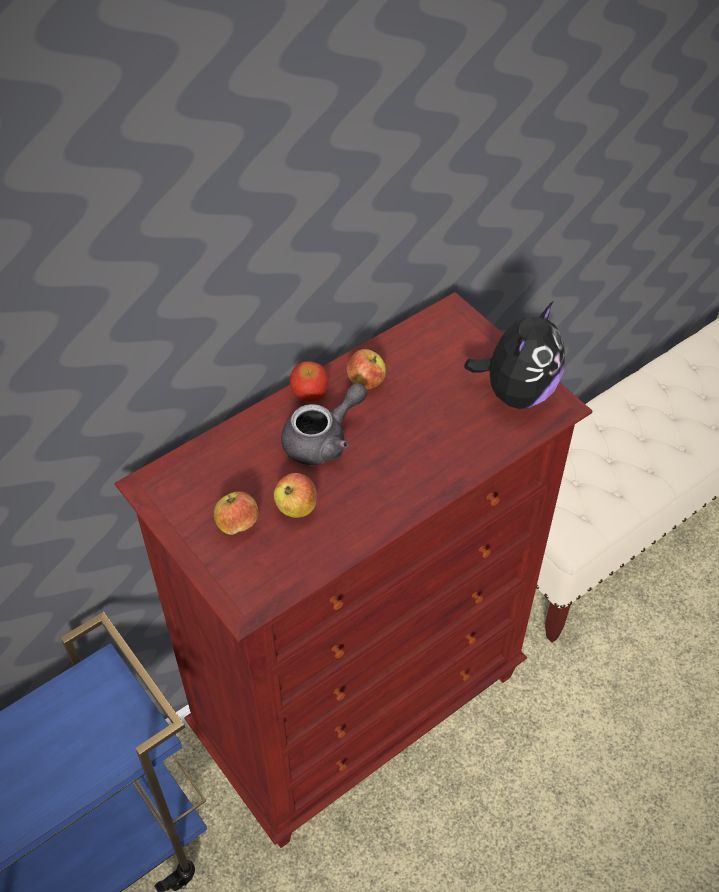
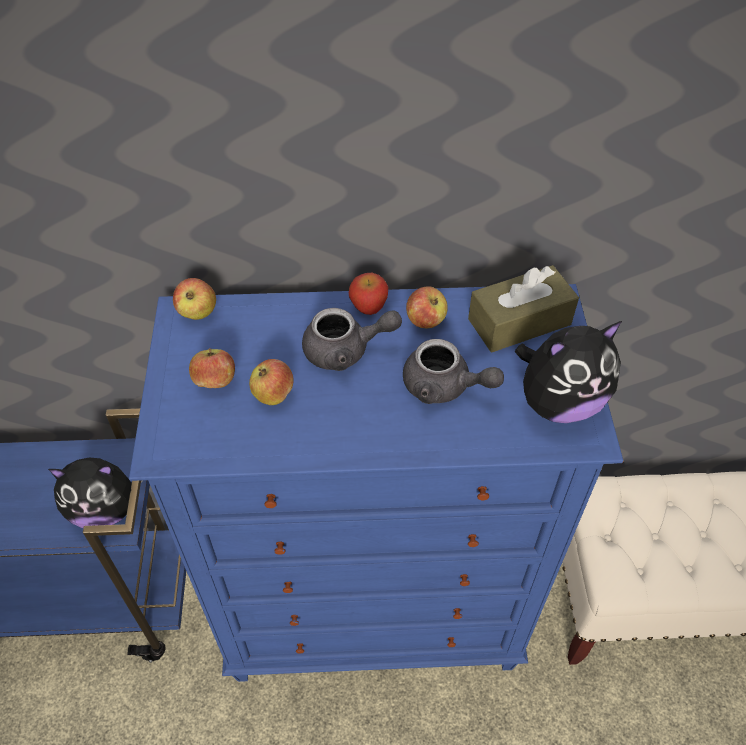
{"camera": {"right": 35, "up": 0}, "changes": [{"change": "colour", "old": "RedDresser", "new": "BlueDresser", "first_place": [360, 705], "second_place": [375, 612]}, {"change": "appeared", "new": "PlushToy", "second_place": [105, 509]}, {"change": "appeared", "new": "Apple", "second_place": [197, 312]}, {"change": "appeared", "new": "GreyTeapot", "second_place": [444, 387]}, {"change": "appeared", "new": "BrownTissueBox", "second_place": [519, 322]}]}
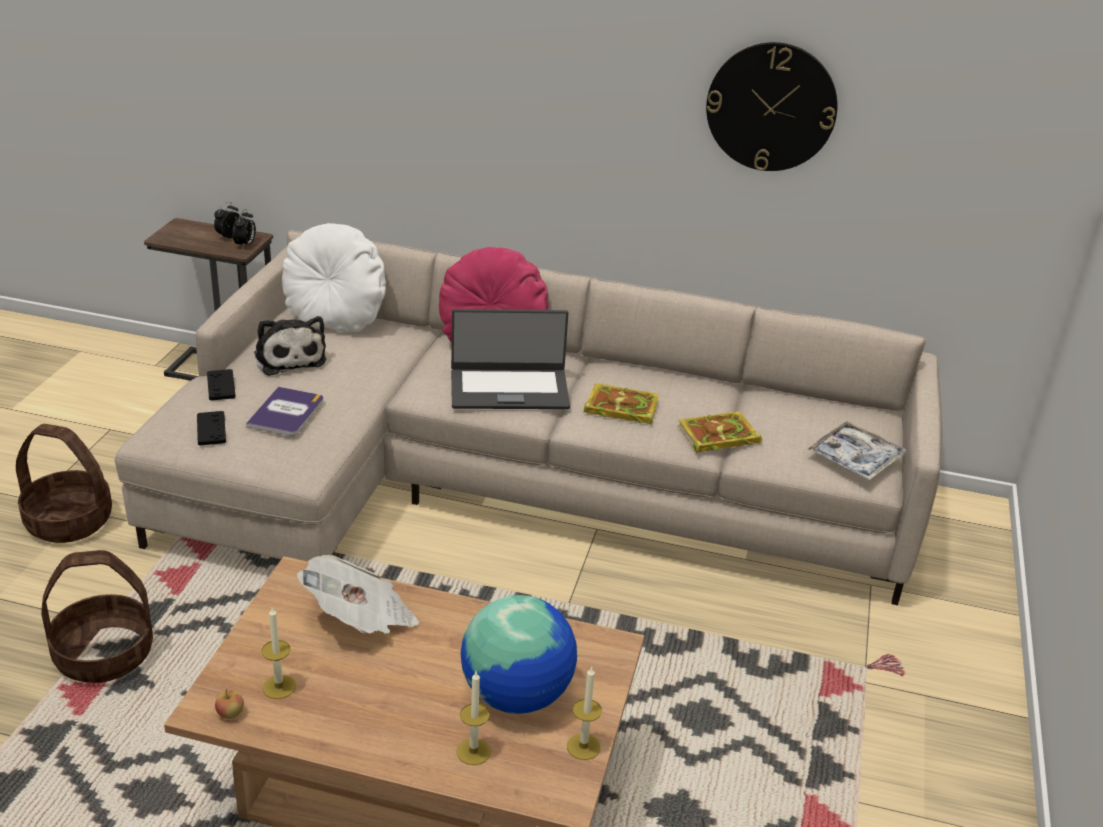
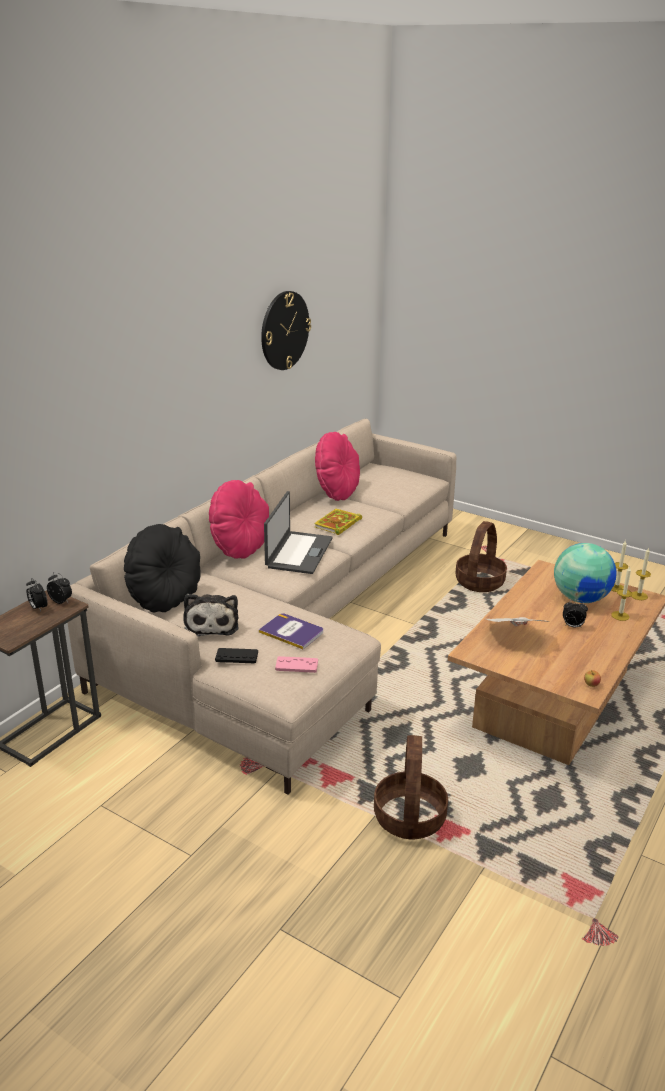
{"camera": {"right": -70, "up": -5}, "changes": [{"change": "relocated", "old": "Basket", "first_place": [68, 521], "second_place": [480, 582]}, {"change": "colour", "old": "BlackGameController", "new": "PinkGameController", "first_place": [211, 429], "second_place": [296, 665]}, {"change": "spun", "old": "PlushToy", "first_place": [289, 358], "second_place": [211, 624], "degrees": 90}, {"change": "relocated", "old": "Candle", "first_place": [279, 687], "second_place": [639, 596]}, {"change": "colour", "old": "WhitePillow", "new": "BlackPillow", "first_place": [336, 322], "second_place": [165, 601]}, {"change": "missing", "old": "Book", "first_place": [716, 436]}, {"change": "missing", "old": "Tray", "first_place": [855, 458]}, {"change": "appeared", "new": "PinkPillow", "second_place": [337, 494]}, {"change": "appeared", "new": "AlarmClock", "second_place": [572, 626]}]}
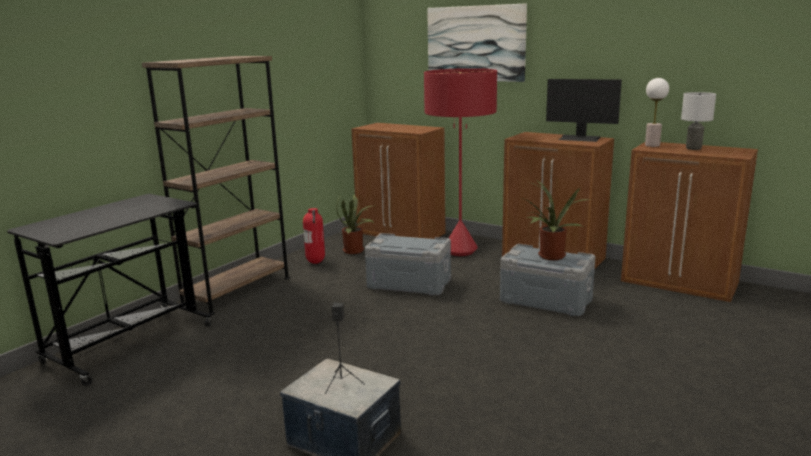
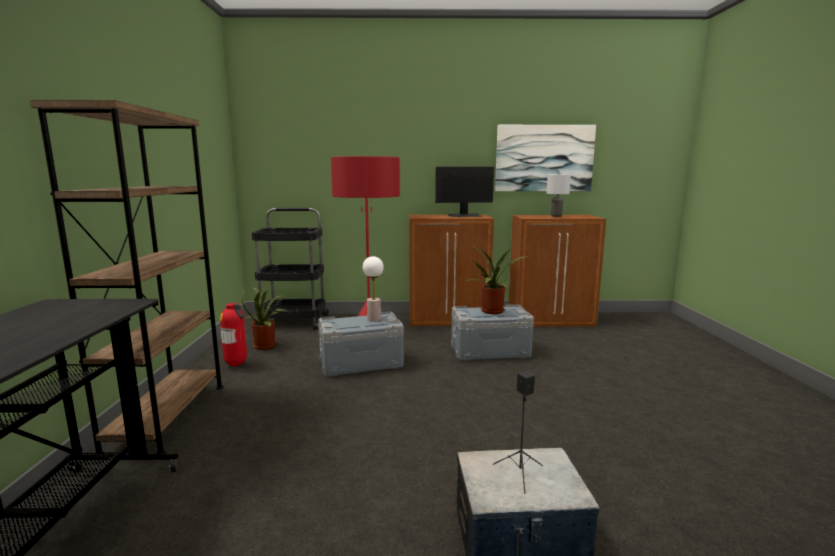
{"camera": {"right": -35, "up": -5}, "changes": [{"change": "exchanged", "old": "BrownCabinet", "new": "BlackCart", "first_place": [401, 233], "second_place": [293, 322]}, {"change": "relocated", "old": "Picture", "first_place": [475, 43], "second_place": [544, 158]}, {"change": "relocated", "old": "TableLamp", "first_place": [652, 145], "second_place": [374, 319]}]}
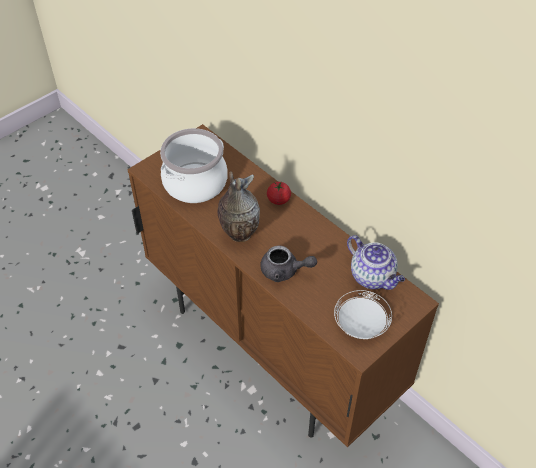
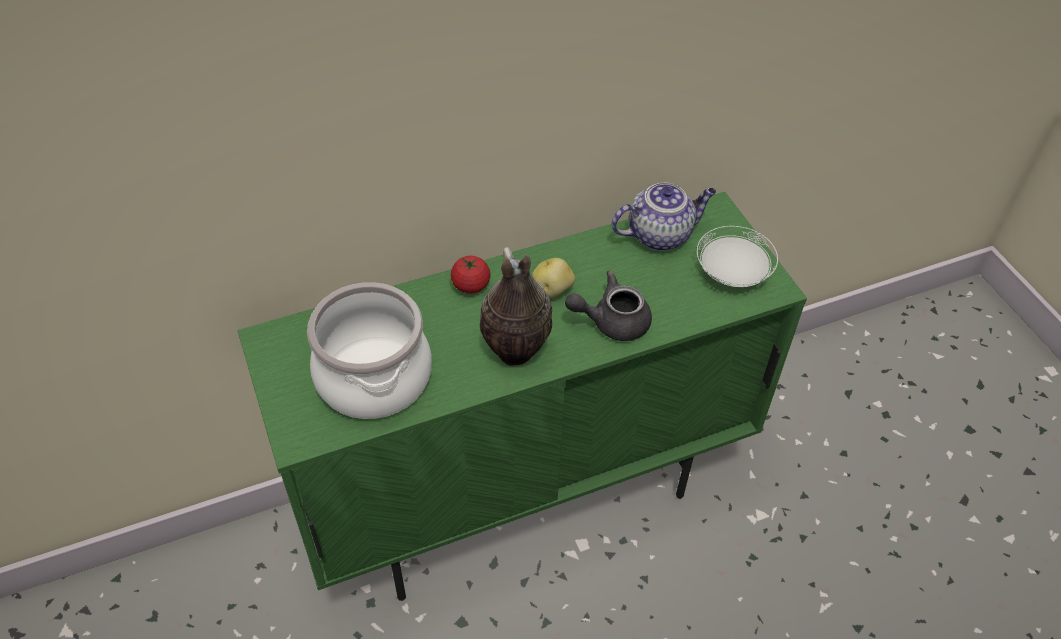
{"camera": {"right": -70, "up": 0}, "changes": [{"change": "colour", "old": "BrownCabinet", "new": "GreenCabinet", "first_place": [271, 348], "second_place": [524, 495]}, {"change": "spun", "old": "GreyTeapot", "first_place": [284, 271], "second_place": [611, 321], "degrees": -135}, {"change": "appeared", "new": "Potato", "second_place": [553, 289]}]}
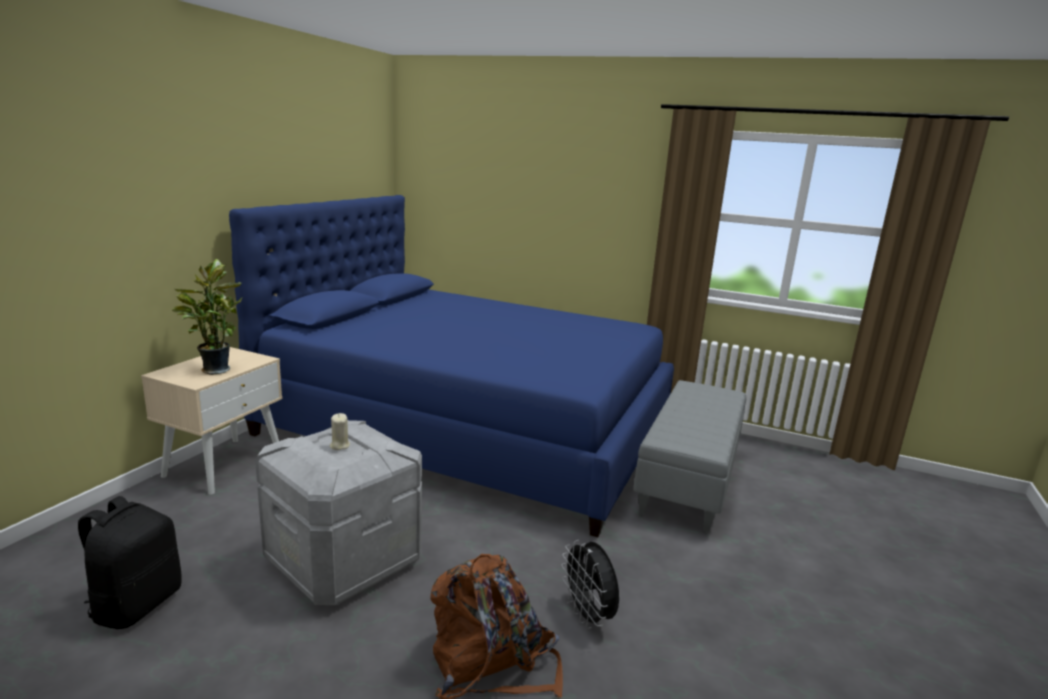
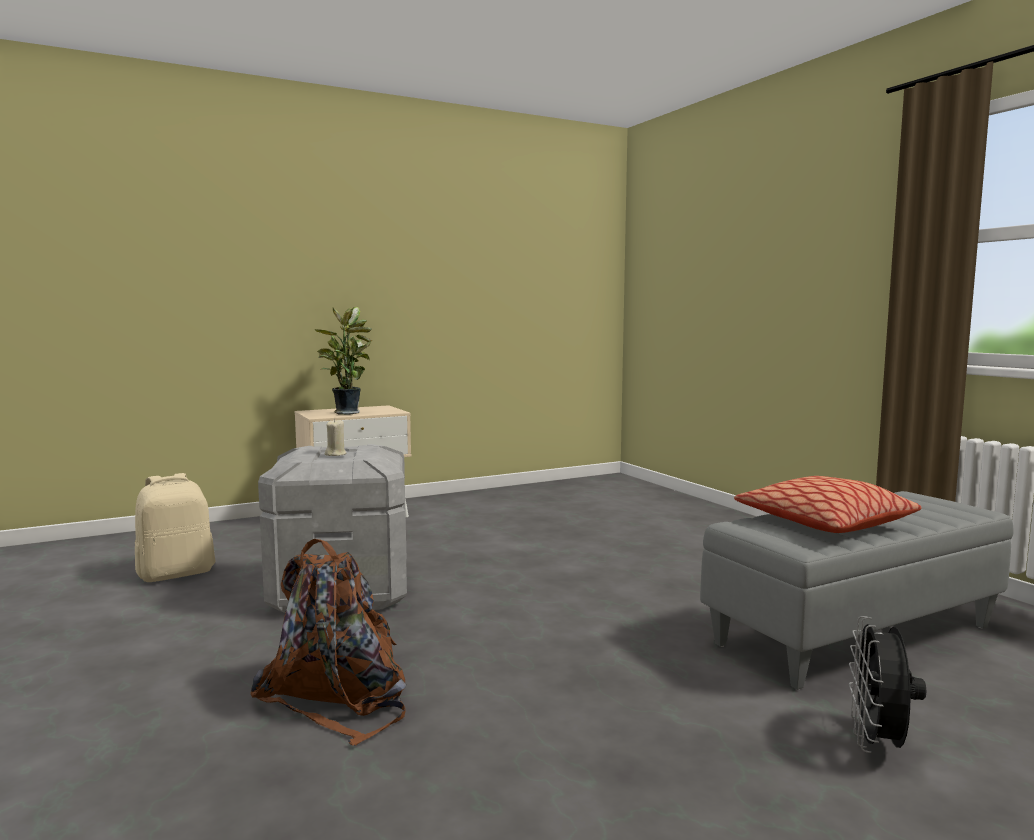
{"camera": {"right": 40, "up": -10}, "changes": [{"change": "colour", "old": "BlackBackpack", "new": "BeigeBackpack", "first_place": [137, 604], "second_place": [177, 573]}, {"change": "missing", "old": "BlueBed", "first_place": [469, 427]}, {"change": "relocated", "old": "BlackFan", "first_place": [588, 616], "second_place": [878, 744]}, {"change": "appeared", "new": "Pillow", "second_place": [823, 523]}]}
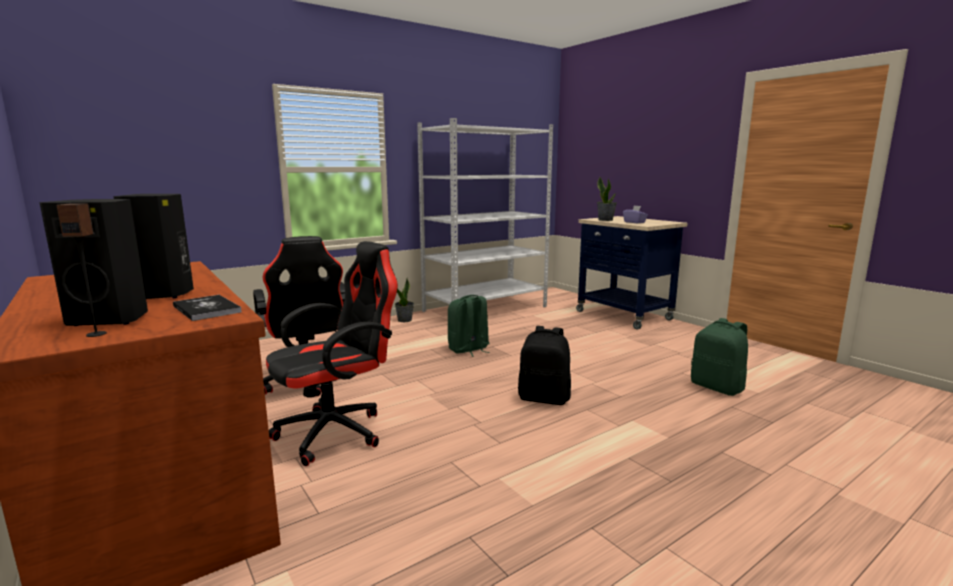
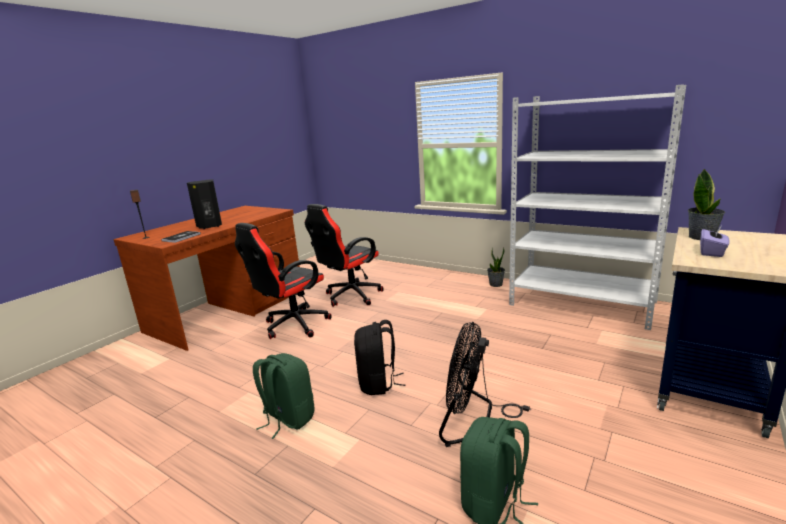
{"camera": {"right": 70, "up": 5}, "changes": [{"change": "missing", "old": "BlackSpeaker", "first_place": [111, 319]}, {"change": "spun", "old": "BlackOfficeChair", "first_place": [339, 431], "second_place": [291, 327], "degrees": 105}, {"change": "relocated", "old": "GreenBackpack", "first_place": [468, 349], "second_place": [288, 419]}, {"change": "appeared", "new": "BlackFan", "second_place": [475, 415]}]}
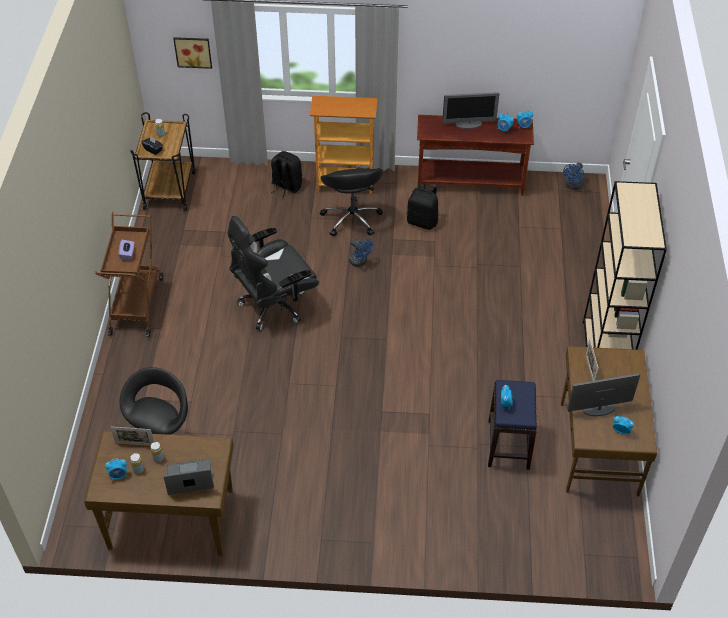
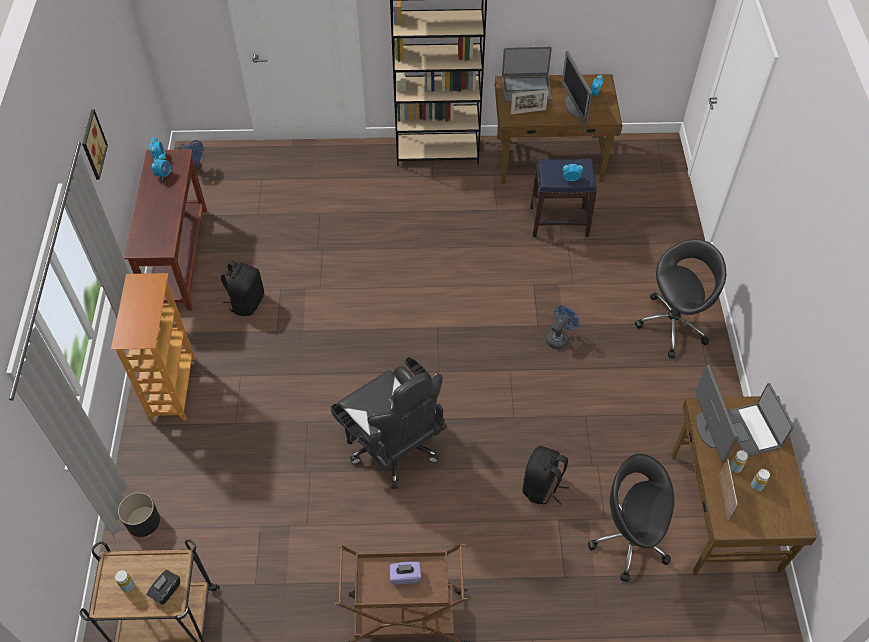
{"camera": {"right": -95, "up": 5}, "changes": [{"change": "missing", "old": "AlarmClock", "first_place": [119, 475]}, {"change": "relocated", "old": "Picture", "first_place": [193, 51], "second_place": [91, 144]}, {"change": "relocated", "old": "BlackBackpack", "first_place": [286, 186], "second_place": [542, 487]}, {"change": "relocated", "old": "BlackOfficeChair", "first_place": [352, 220], "second_place": [673, 324]}, {"change": "relocated", "old": "BlueFan", "first_place": [360, 262], "second_place": [559, 338]}, {"change": "relocated", "old": "Monitor", "first_place": [468, 124], "second_place": [706, 430]}, {"change": "appeared", "new": "BlackPlanter", "second_place": [143, 521]}, {"change": "appeared", "new": "Laptop", "second_place": [526, 89]}]}
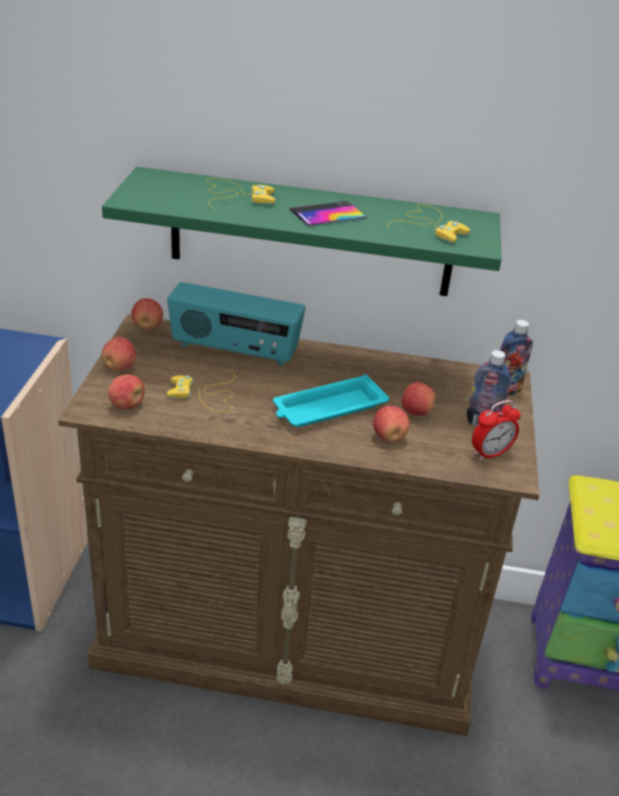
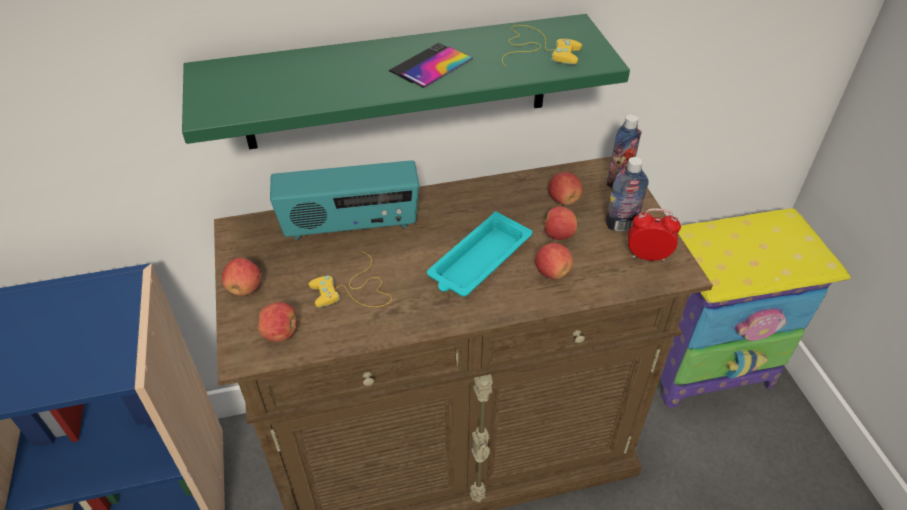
{"camera": {"right": -20, "up": 10}, "changes": [{"change": "relocated", "old": "Apple", "first_place": [147, 326], "second_place": [563, 200]}, {"change": "missing", "old": "YellowGameController", "first_place": [235, 195]}, {"change": "spun", "old": "AlarmClock", "first_place": [490, 453], "second_place": [647, 256], "degrees": -120}]}
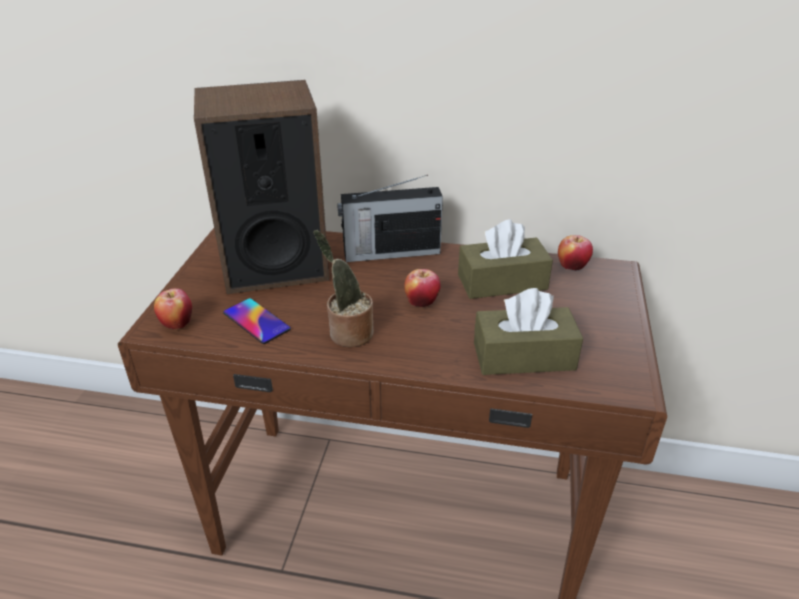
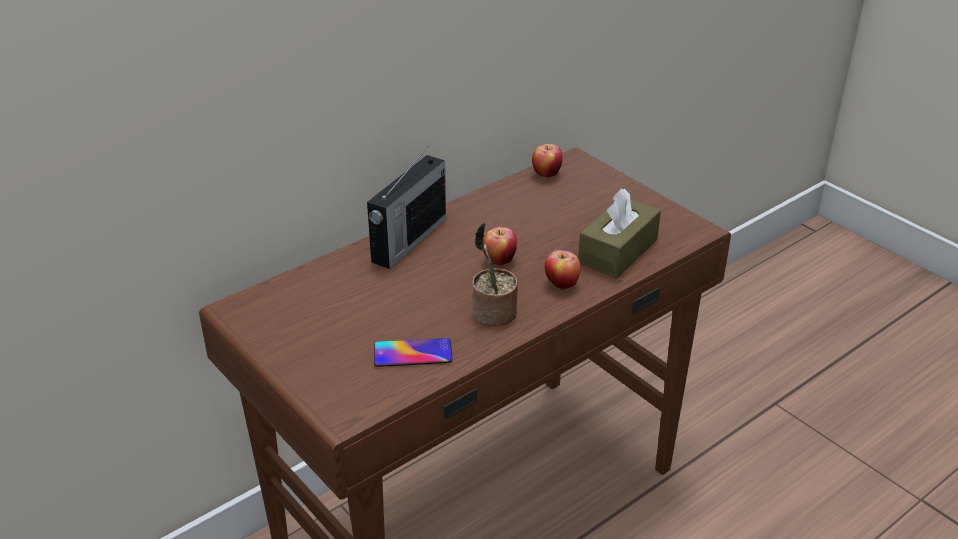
{"camera": {"right": -50, "up": 0}, "changes": [{"change": "relocated", "old": "Apple", "first_place": [177, 324], "second_place": [561, 285]}, {"change": "missing", "old": "Speaker", "first_place": [274, 265]}, {"change": "missing", "old": "BrownTissueBox", "first_place": [502, 282]}]}
